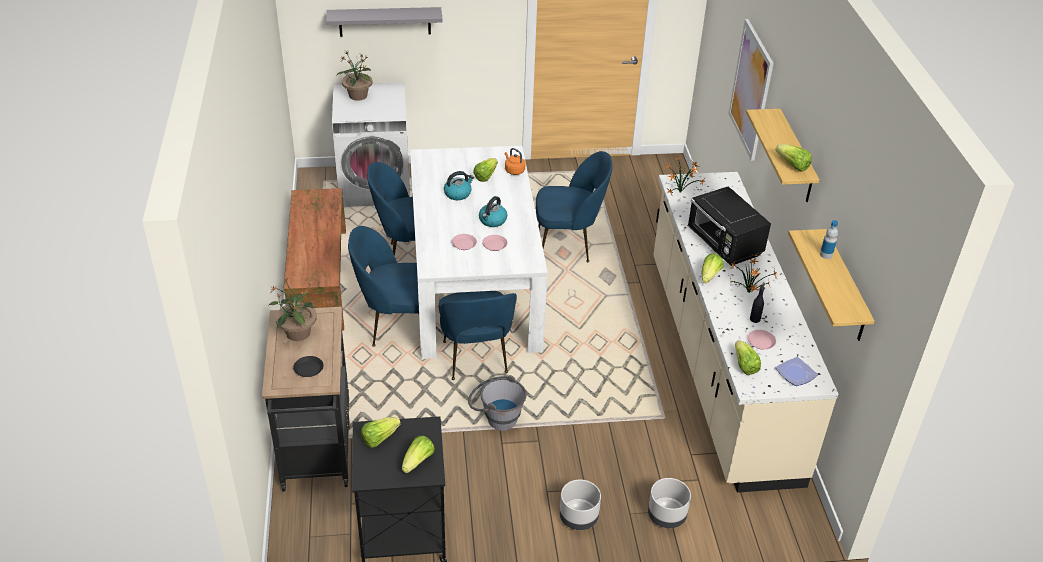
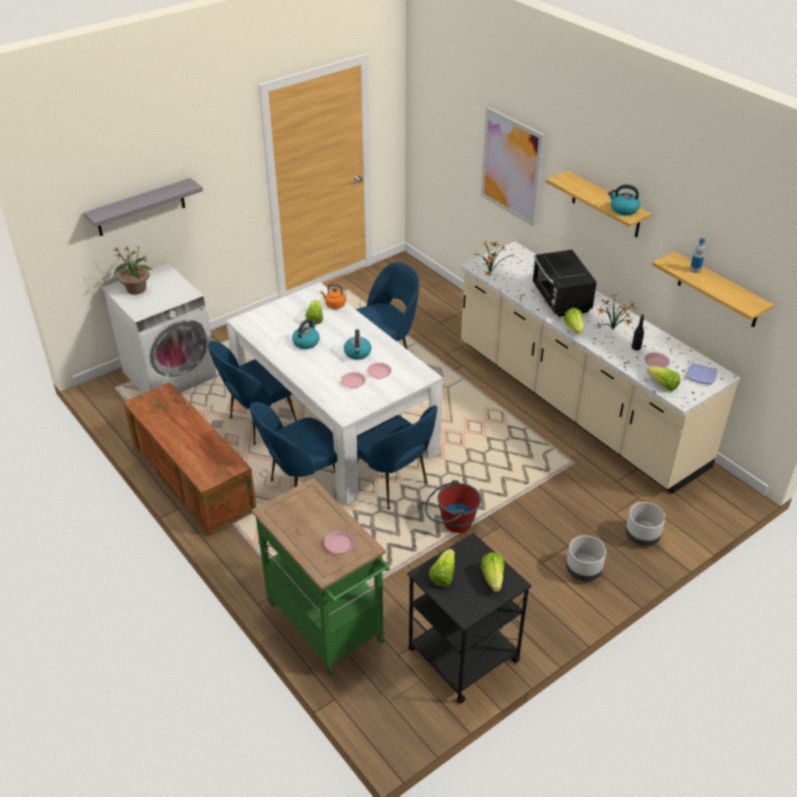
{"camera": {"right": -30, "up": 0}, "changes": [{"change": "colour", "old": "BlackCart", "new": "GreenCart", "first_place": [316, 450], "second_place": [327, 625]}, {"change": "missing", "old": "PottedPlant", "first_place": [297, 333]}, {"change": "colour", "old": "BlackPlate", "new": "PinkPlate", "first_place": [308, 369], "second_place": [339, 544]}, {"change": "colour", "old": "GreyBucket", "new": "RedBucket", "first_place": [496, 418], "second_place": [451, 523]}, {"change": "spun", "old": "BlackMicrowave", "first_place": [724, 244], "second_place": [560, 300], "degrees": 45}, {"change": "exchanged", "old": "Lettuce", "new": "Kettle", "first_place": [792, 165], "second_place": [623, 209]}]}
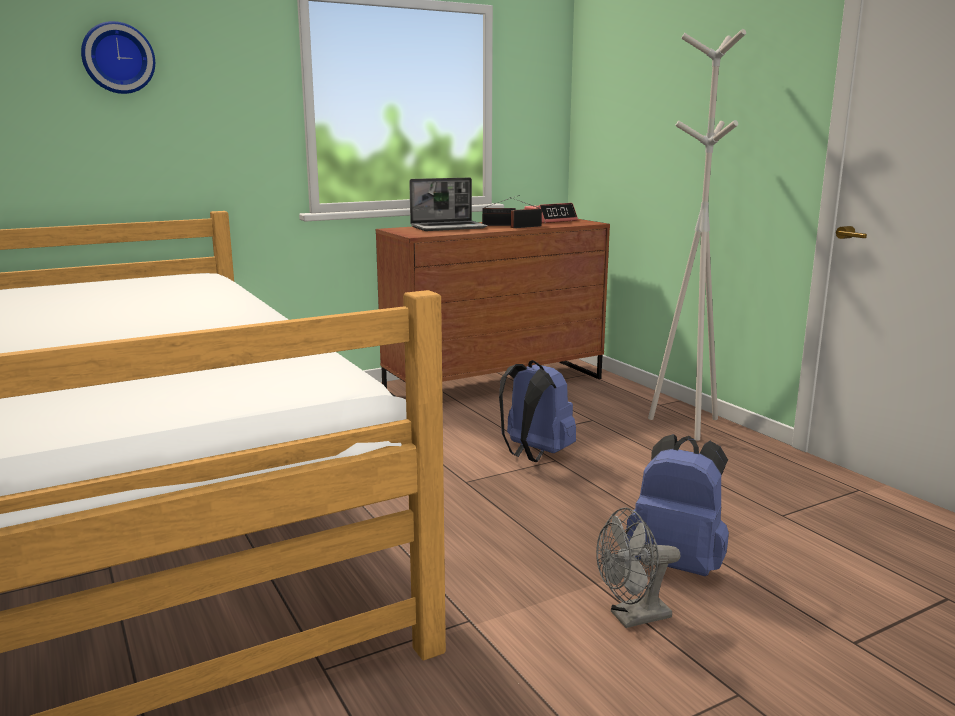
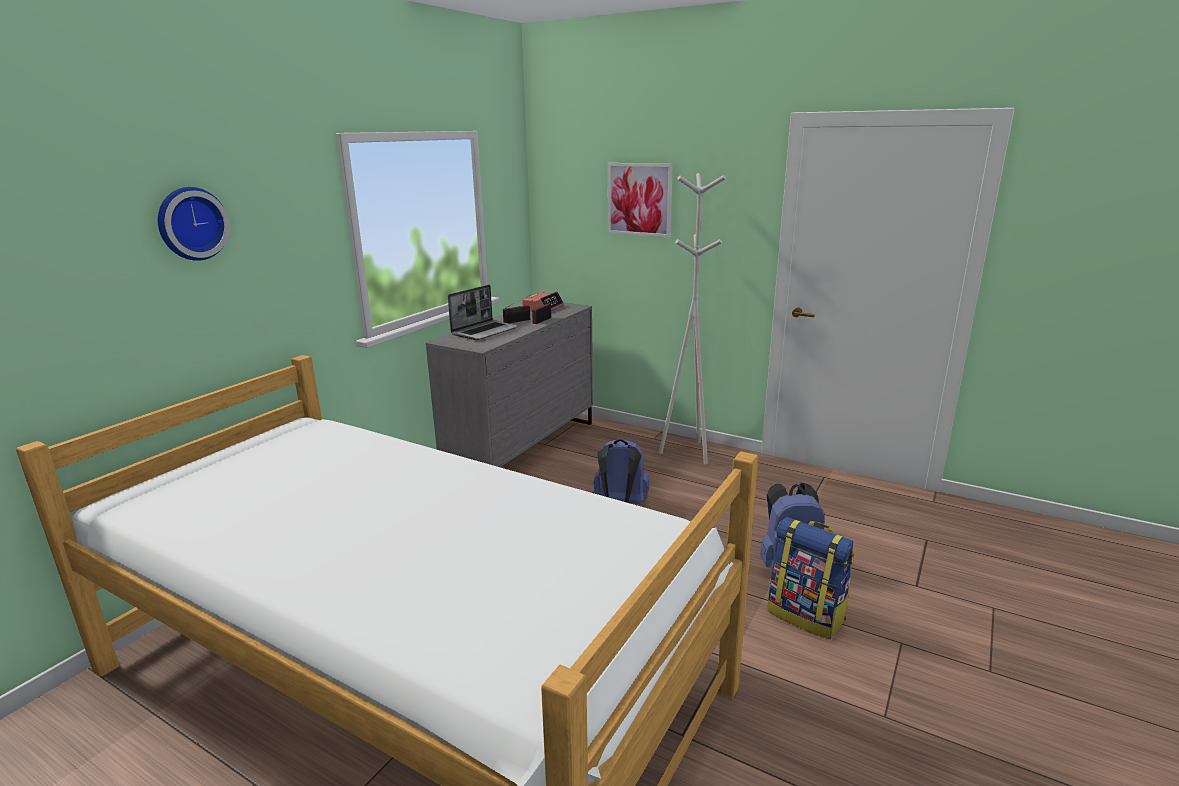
{"camera": {"right": -30, "up": 5}, "changes": [{"change": "colour", "old": "BrownDresser", "new": "GreyDresser", "first_place": [494, 385], "second_place": [521, 449]}, {"change": "exchanged", "old": "GreyFan", "new": "Backpack", "first_place": [632, 618], "second_place": [806, 615]}, {"change": "appeared", "new": "Picture", "second_place": [639, 199]}]}
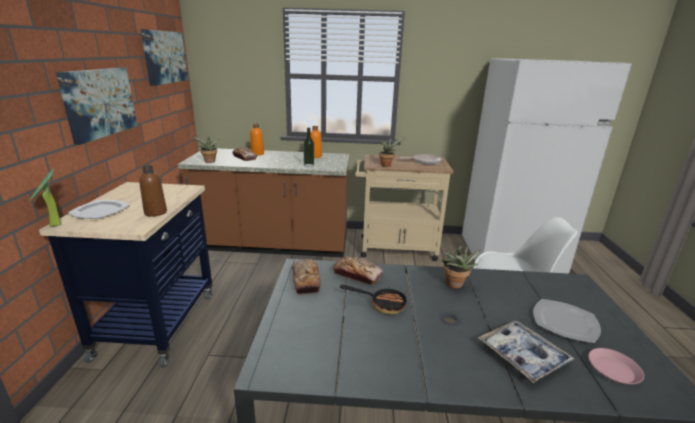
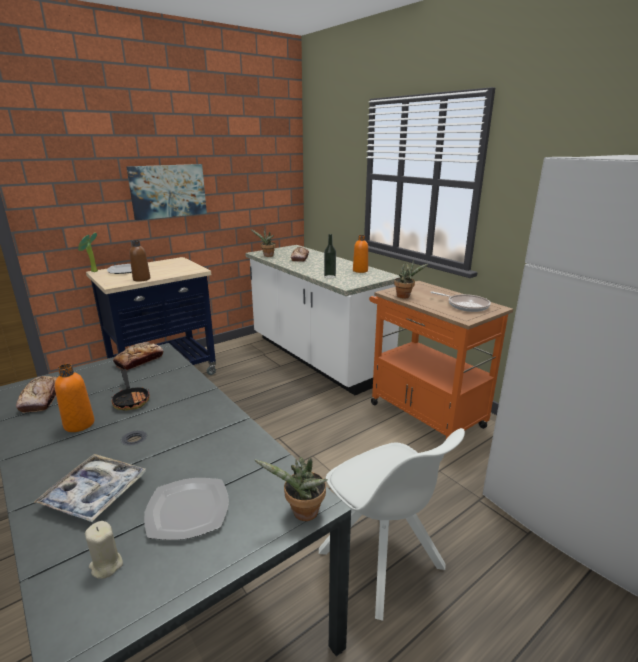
{"camera": {"right": 50, "up": 0}, "changes": [{"change": "missing", "old": "Picture", "first_place": [164, 57]}, {"change": "colour", "old": "BrownCounter", "new": "WhiteCounter", "first_place": [274, 245], "second_place": [317, 358]}, {"change": "relocated", "old": "OrangeBottle", "first_place": [257, 154], "second_place": [79, 424]}, {"change": "relocated", "old": "Bread", "first_place": [357, 275], "second_place": [41, 399]}, {"change": "colour", "old": "BeigeCart", "new": "OrangeCart", "first_place": [395, 248], "second_place": [423, 414]}, {"change": "relocated", "old": "PottedPlant", "first_place": [455, 285], "second_place": [302, 514]}, {"change": "exchanged", "old": "PinkPlate", "new": "BeigeCandle", "first_place": [613, 369], "second_place": [106, 565]}]}
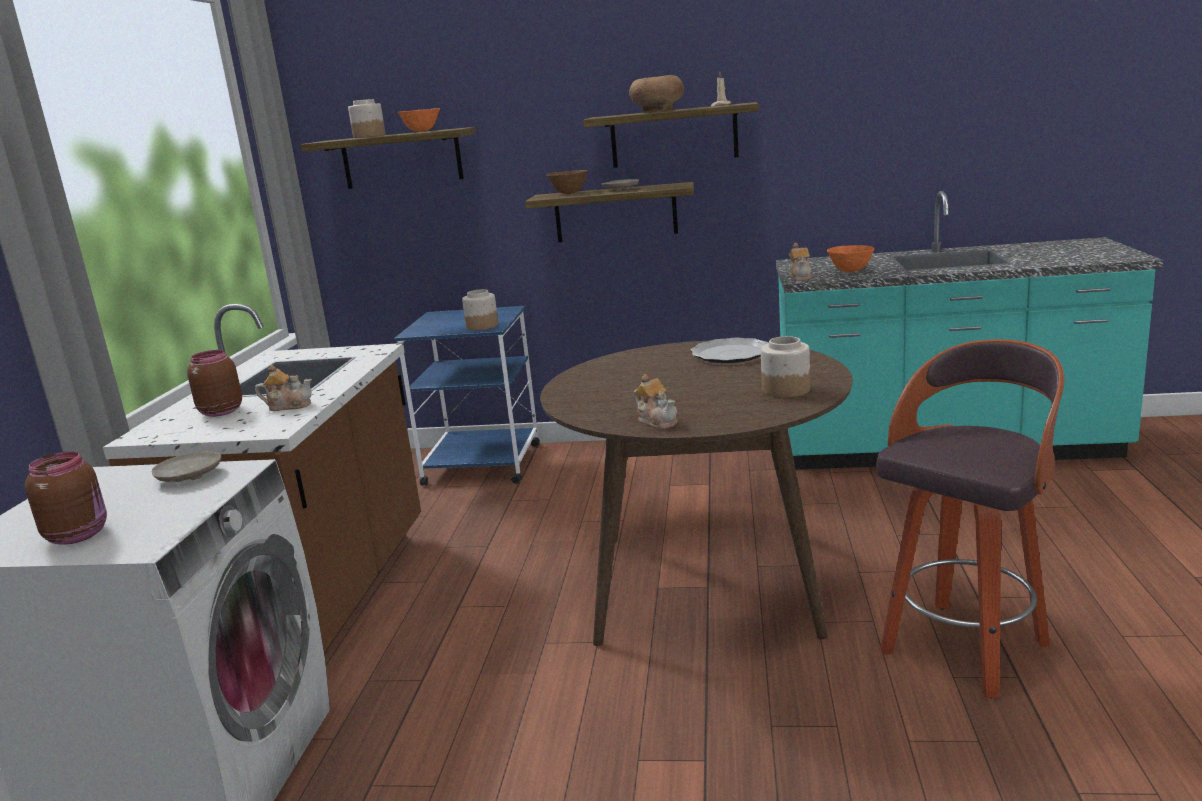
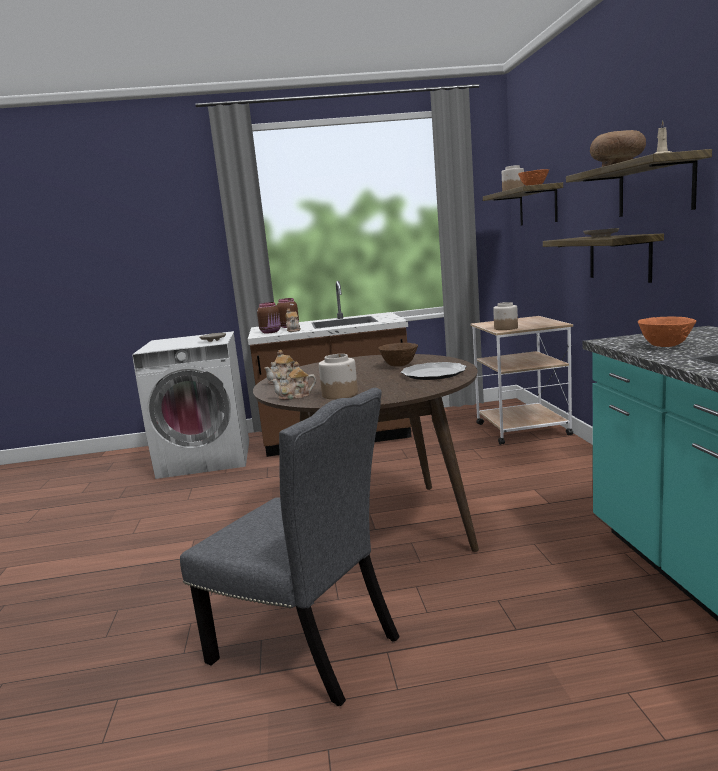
{"camera": {"right": 75, "up": -5}, "changes": [{"change": "relocated", "old": "BrownJar", "first_place": [79, 534], "second_place": [271, 332]}, {"change": "colour", "old": "BlueCart", "new": "BeigeCart", "first_place": [484, 465], "second_place": [522, 430]}, {"change": "relocated", "old": "BrownBowl", "first_place": [568, 193], "second_place": [399, 365]}, {"change": "relocated", "old": "Teapot", "first_place": [801, 277], "second_place": [295, 397]}, {"change": "exchanged", "old": "Stool", "new": "GreyChair", "first_place": [966, 646], "second_place": [303, 645]}]}
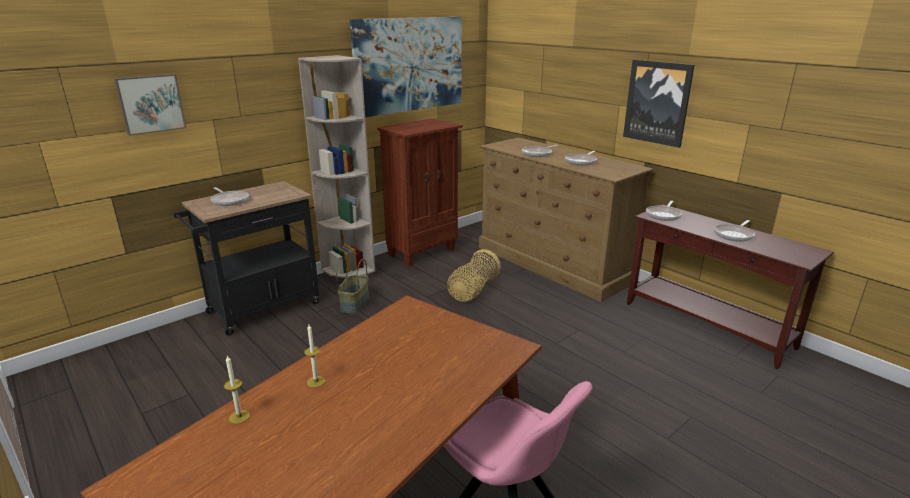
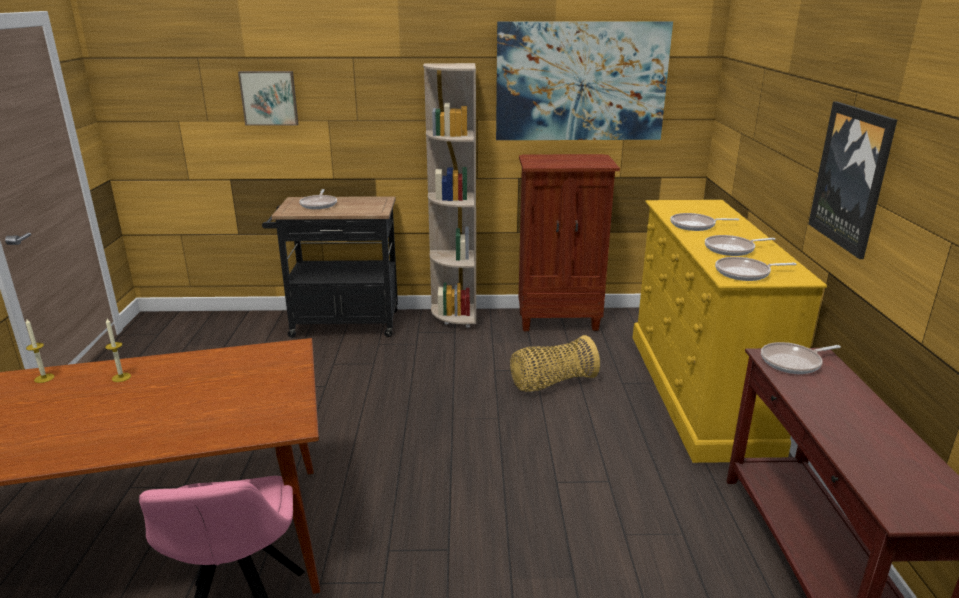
{"camera": {"right": 40, "up": 0}, "changes": [{"change": "missing", "old": "Basket", "first_place": [354, 303]}, {"change": "colour", "old": "BrownDresser", "new": "YellowDresser", "first_place": [552, 264], "second_place": [697, 390]}, {"change": "relocated", "old": "FryingPan", "first_place": [734, 235], "second_place": [745, 273]}]}
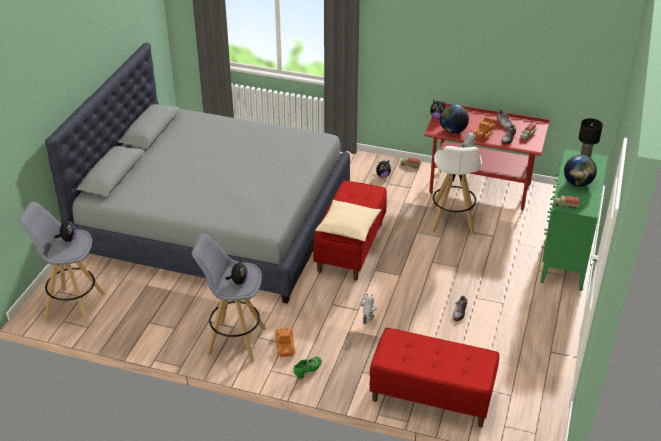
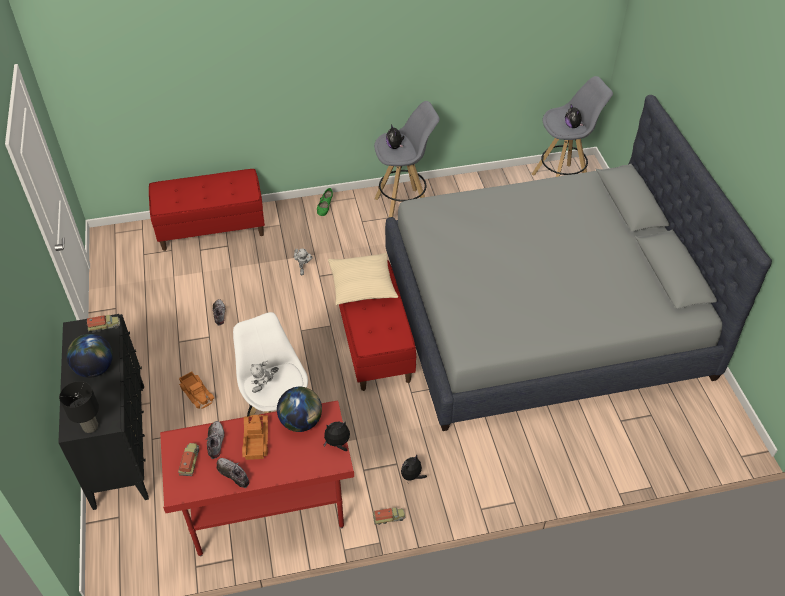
{"camera": {"right": 150, "up": 10}, "changes": [{"change": "relocated", "old": "ToyTruck", "first_place": [284, 345], "second_place": [197, 393]}, {"change": "colour", "old": "GreenDresser", "new": "BlackDresser", "first_place": [565, 253], "second_place": [122, 443]}]}
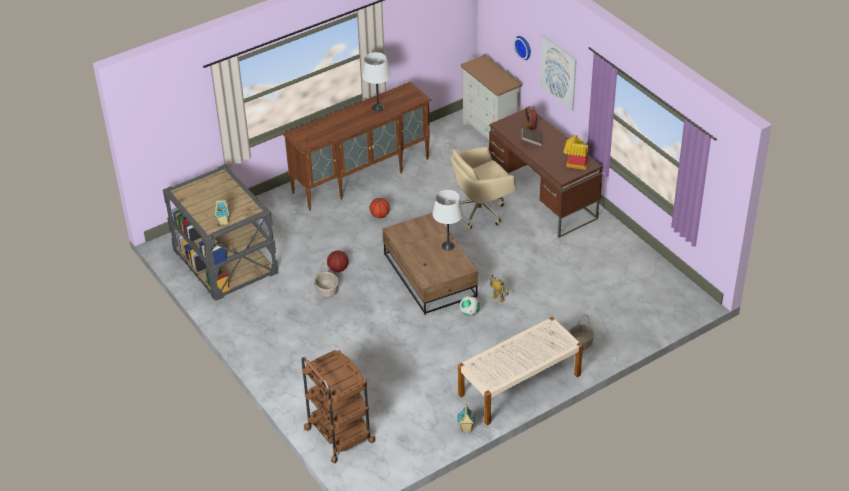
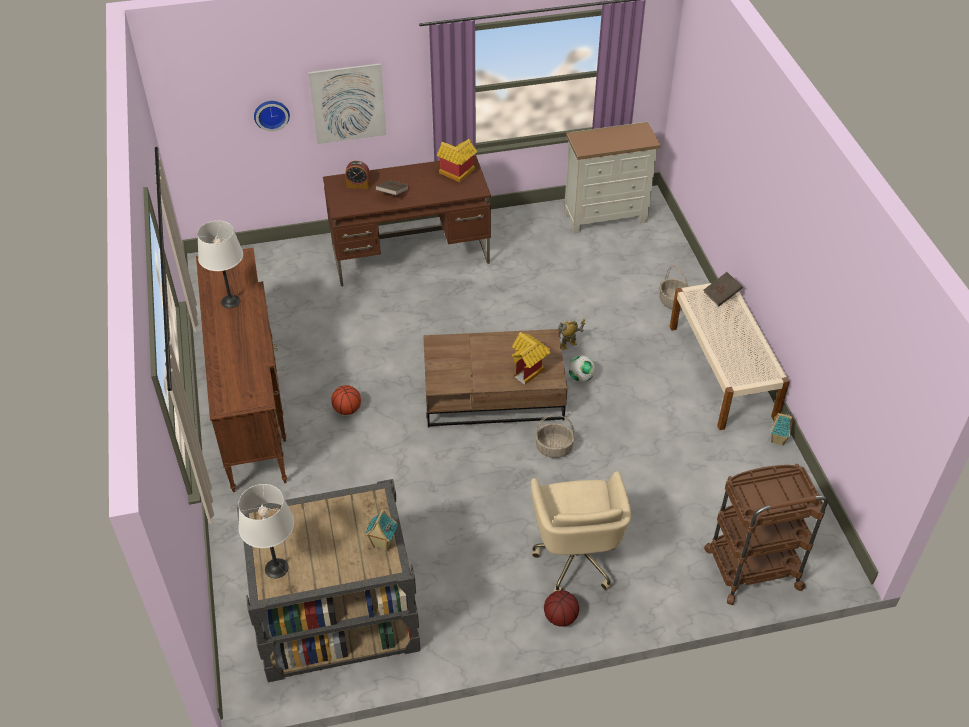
{"camera": {"right": -70, "up": 5}, "changes": [{"change": "relocated", "old": "Basket", "first_place": [327, 290], "second_place": [553, 448]}, {"change": "relocated", "old": "Basketball", "first_place": [338, 269], "second_place": [560, 617]}, {"change": "relocated", "old": "WhiteTableLamp", "first_place": [448, 246], "second_place": [276, 568]}, {"change": "relocated", "old": "BeigeOfficeChair", "first_place": [482, 212], "second_place": [575, 557]}, {"change": "relocated", "old": "WhiteDresser", "first_place": [490, 133], "second_place": [606, 217]}, {"change": "appeared", "new": "ToyHouse", "second_place": [529, 370]}, {"change": "appeared", "new": "BrownBook", "second_place": [721, 295]}]}
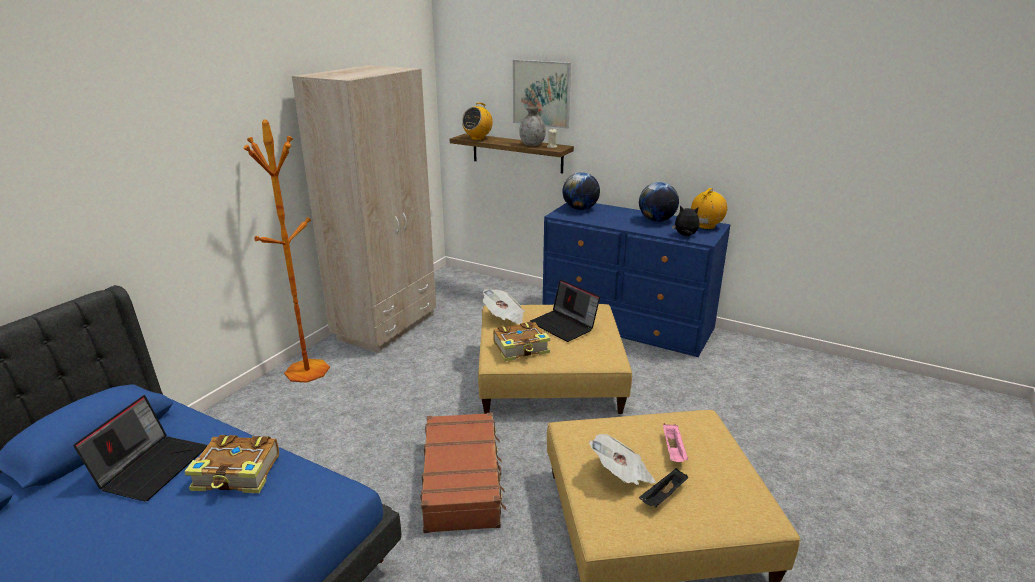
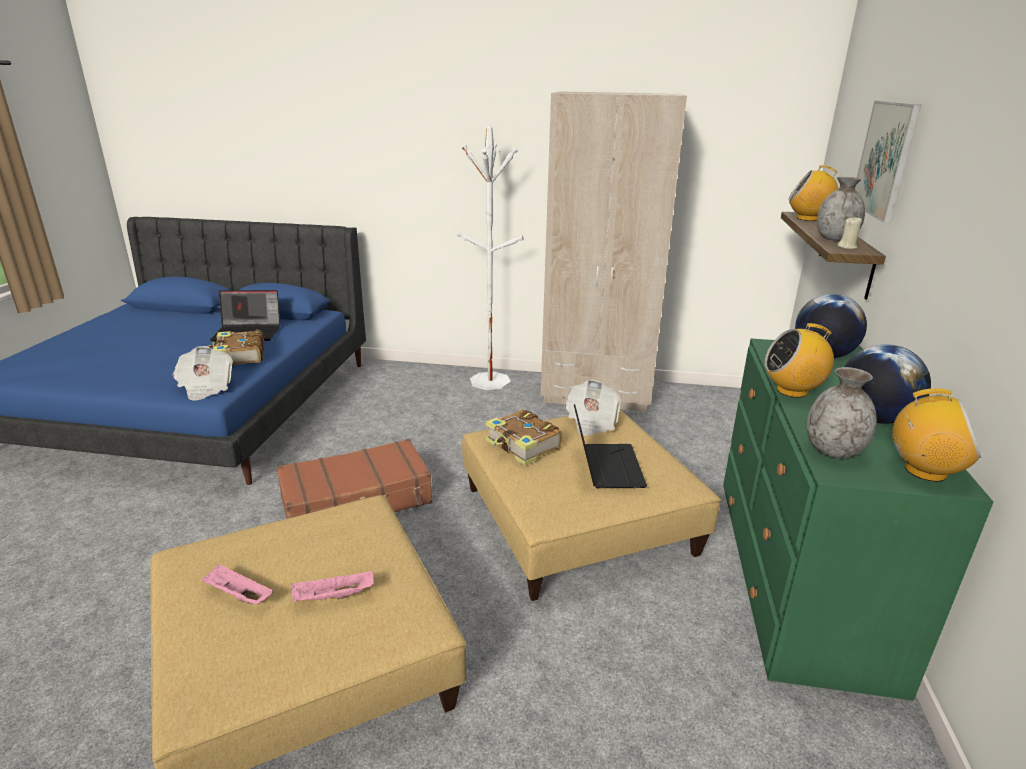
{"camera": {"right": 70, "up": 0}, "changes": [{"change": "colour", "old": "OrangeClothesRack", "new": "WhiteClothesRack", "first_place": [307, 370], "second_place": [490, 381]}, {"change": "spun", "old": "Laptop", "first_place": [564, 325], "second_place": [605, 466], "degrees": 150}, {"change": "colour", "old": "BlueDresser", "new": "GreenDresser", "first_place": [627, 323], "second_place": [798, 572]}, {"change": "relocated", "old": "Newspaper", "first_place": [621, 474], "second_place": [206, 387]}, {"change": "colour", "old": "BlackTray", "new": "PinkTray", "first_place": [663, 496], "second_place": [238, 595]}, {"change": "exchanged", "old": "PlushToy", "new": "GreyVase", "first_place": [685, 235], "second_place": [832, 450]}, {"change": "appeared", "new": "Radio", "second_place": [792, 391]}]}
